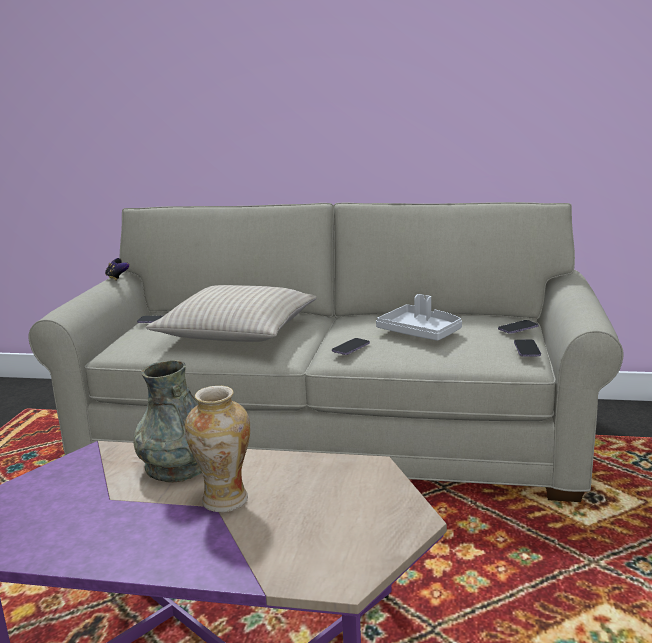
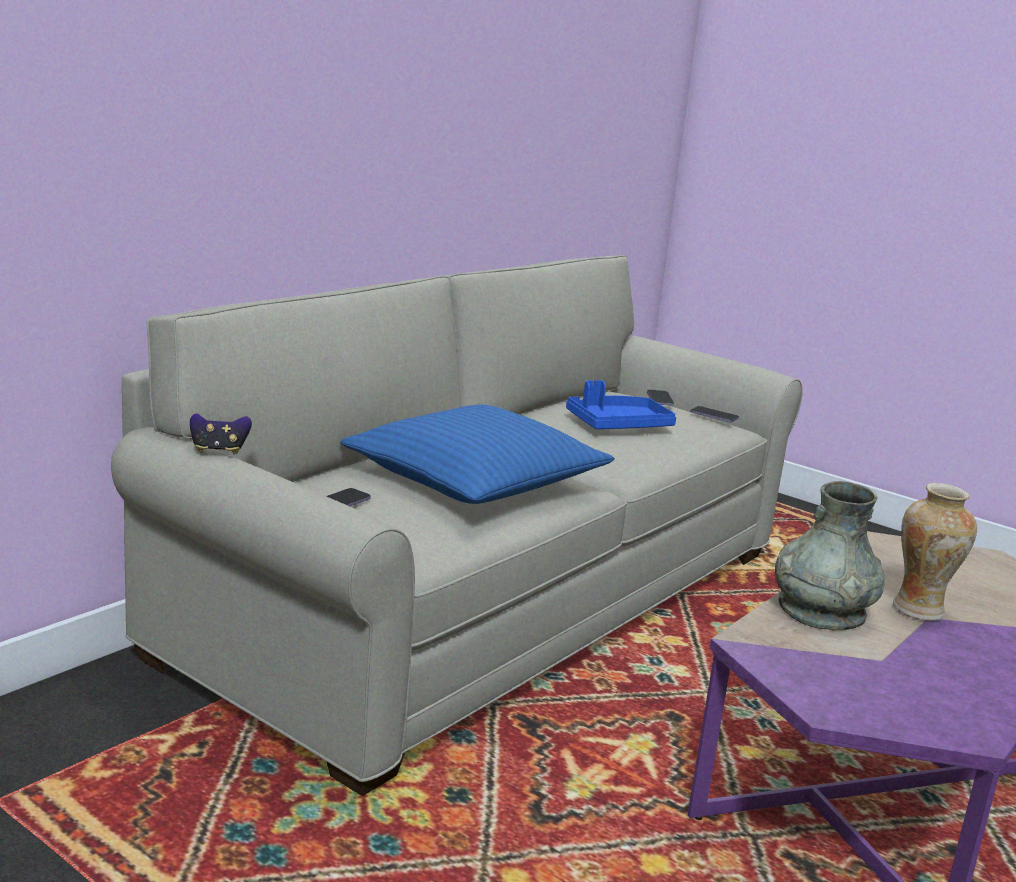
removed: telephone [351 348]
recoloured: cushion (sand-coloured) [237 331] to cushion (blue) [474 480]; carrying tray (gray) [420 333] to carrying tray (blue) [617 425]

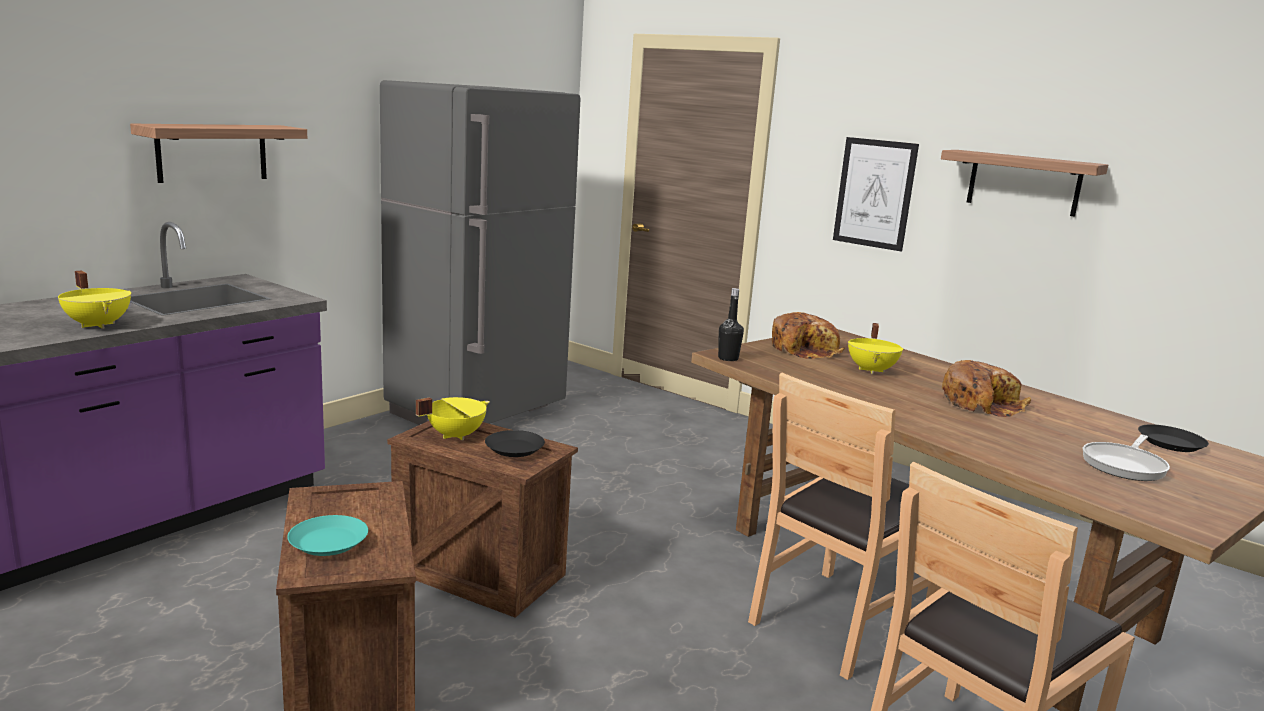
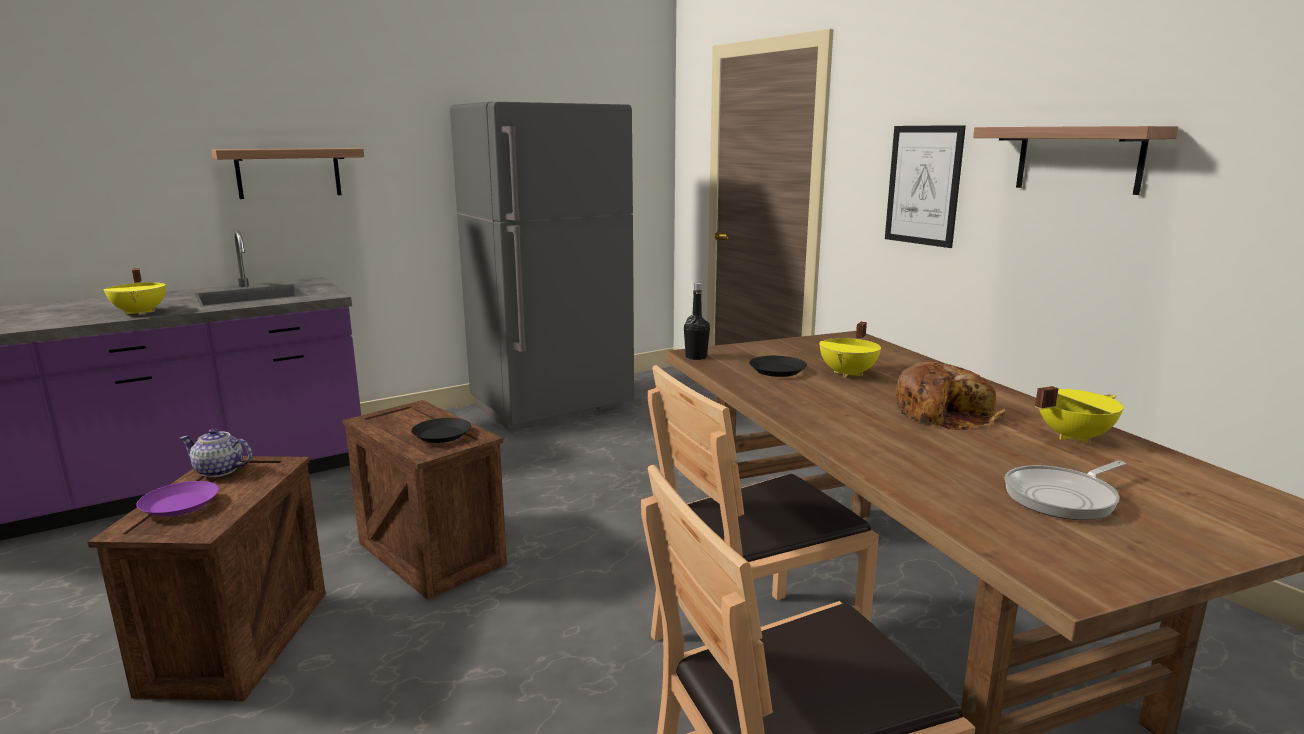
removed: baked bread [805 349]
added: teapot [219 471]
moved: stockpot (yellow) [455 435] to [1071 436]; flat dish (blackish) [1171 443] to [777 371]
recoloured: flat dish (turquoise-coloured) [328 542] to flat dish (purple) [179 505]

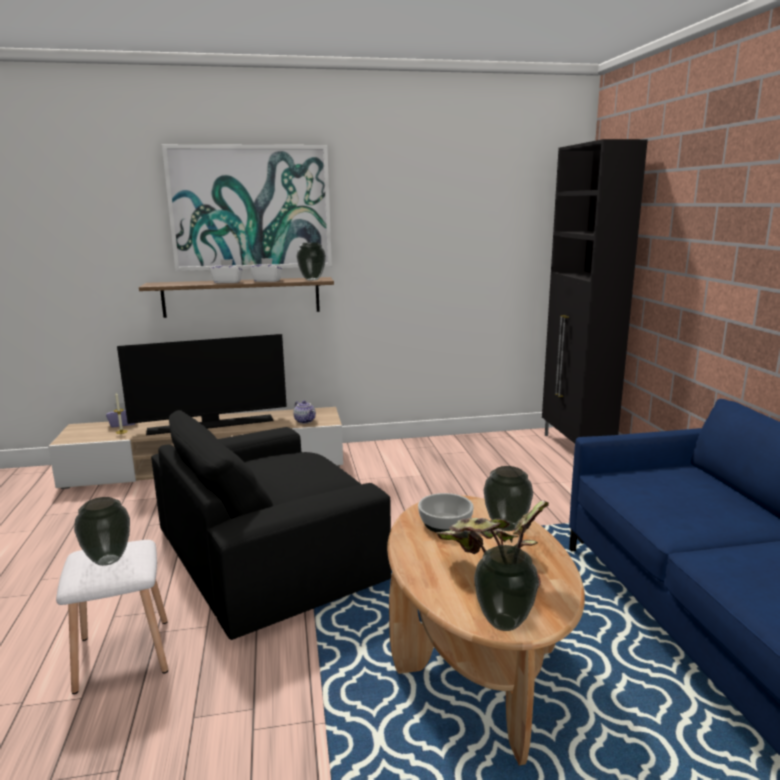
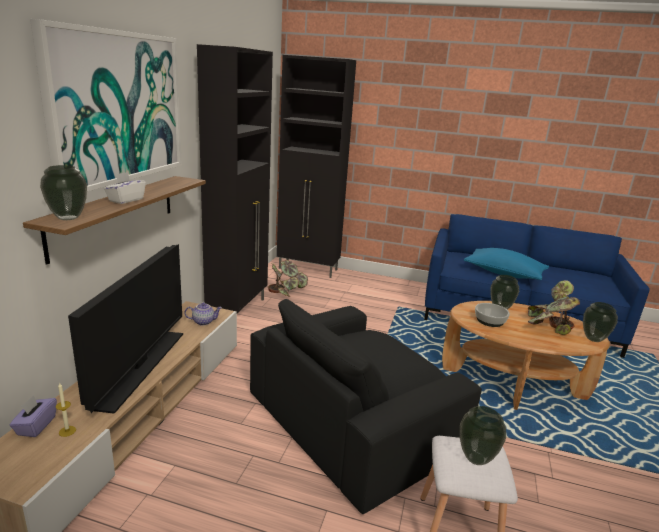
removed: tissue holder (white-coloured) [267 281]
added: cupboard (blackish) [238 310]; cushion (blue) [504 273]; plant in a pot [287 290]
moved: vase [311 279] to [68 218]
turned: armchair (blackish) [269 554] = [353 421] 60 degrees clockwise

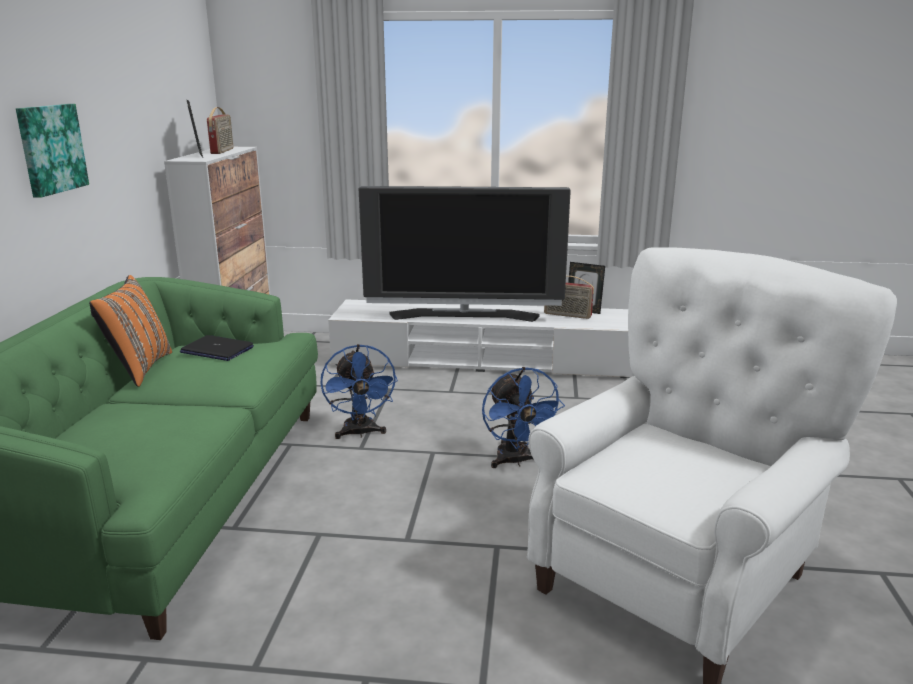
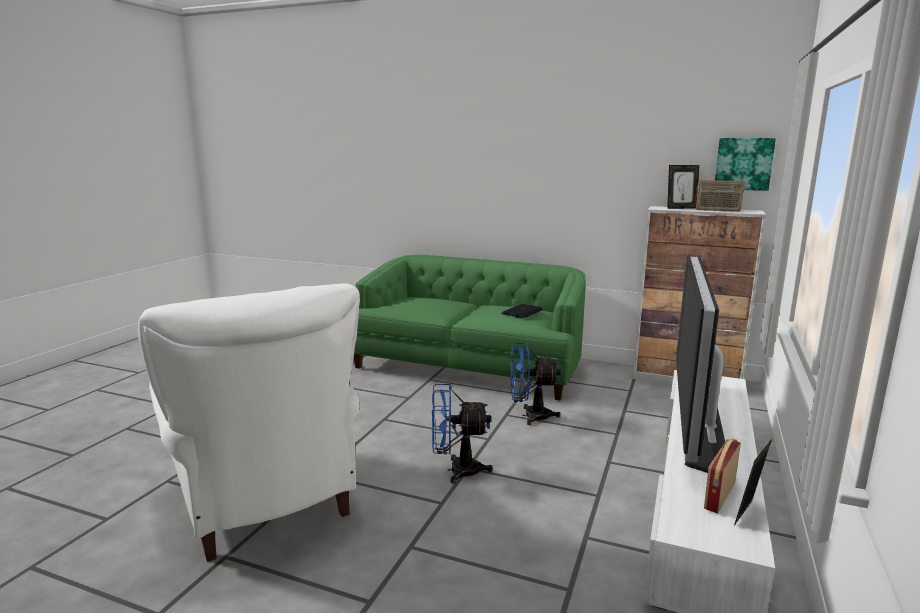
removed: cushion (orangey) [138 369]
moved: picture [50 149] to [743 164]

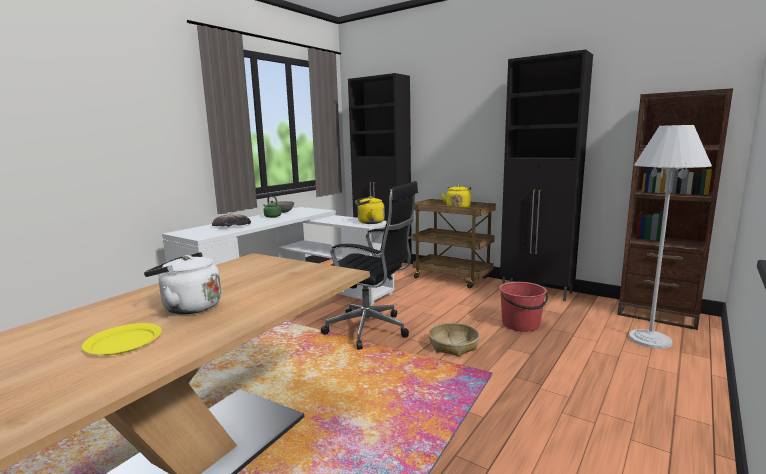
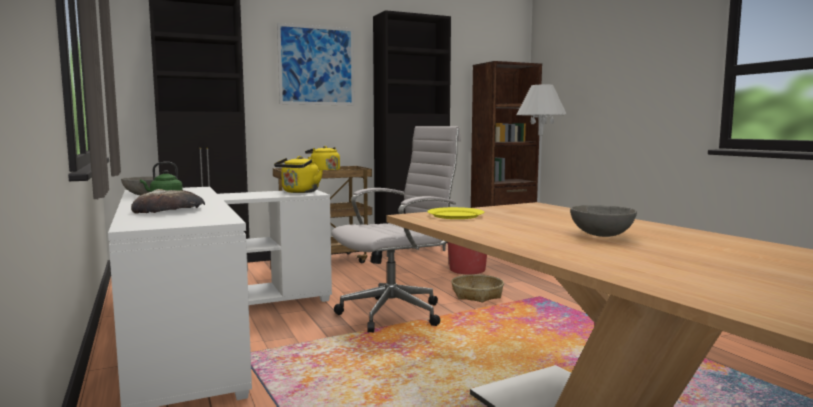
added: picture [316 65]
moved: flat dish (yellow) [123 342] to [455 215]
replaced: kettle (white-coloured) [189 307] to deep dish (gray) [600 235]
recoloured: desk chair (blackish) [371 330] to desk chair (white-coloured) [396 313]

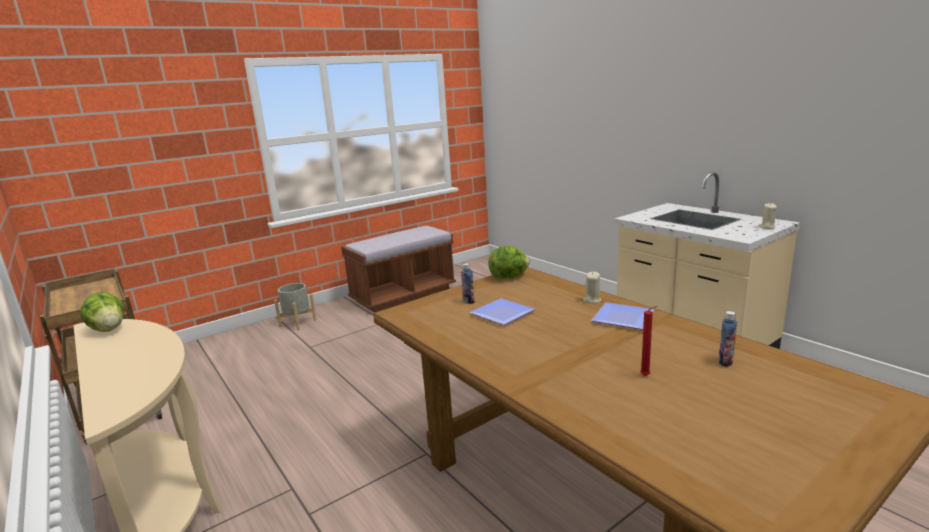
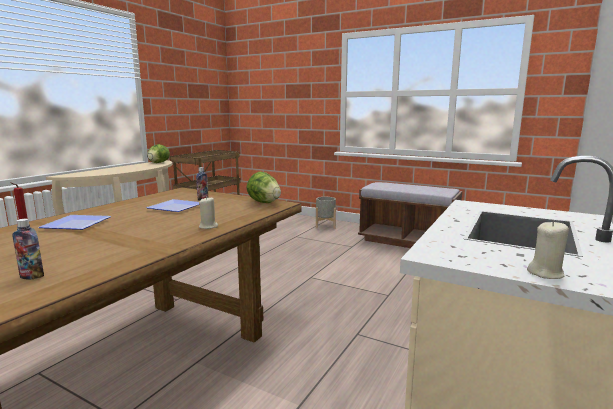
moved: flat dish [621 317] to [79 224]

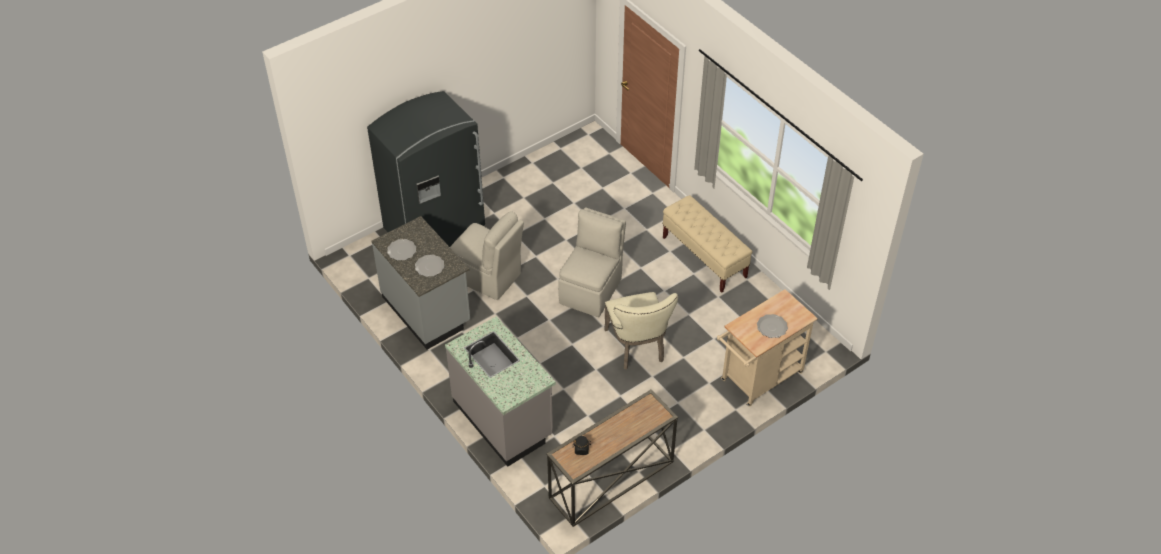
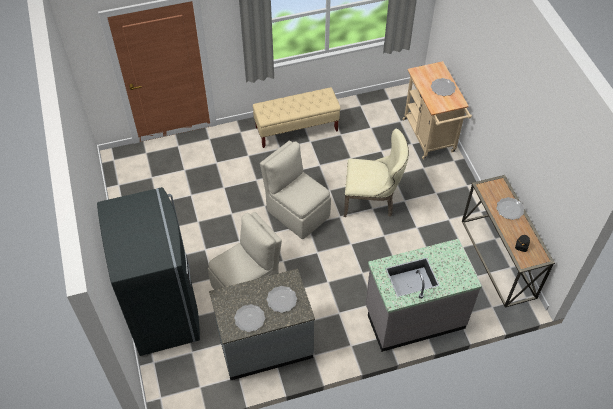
added: flat dish [509 209]

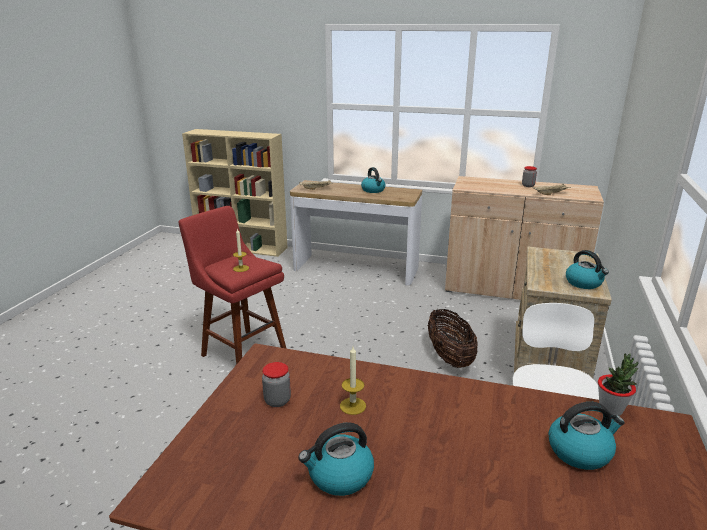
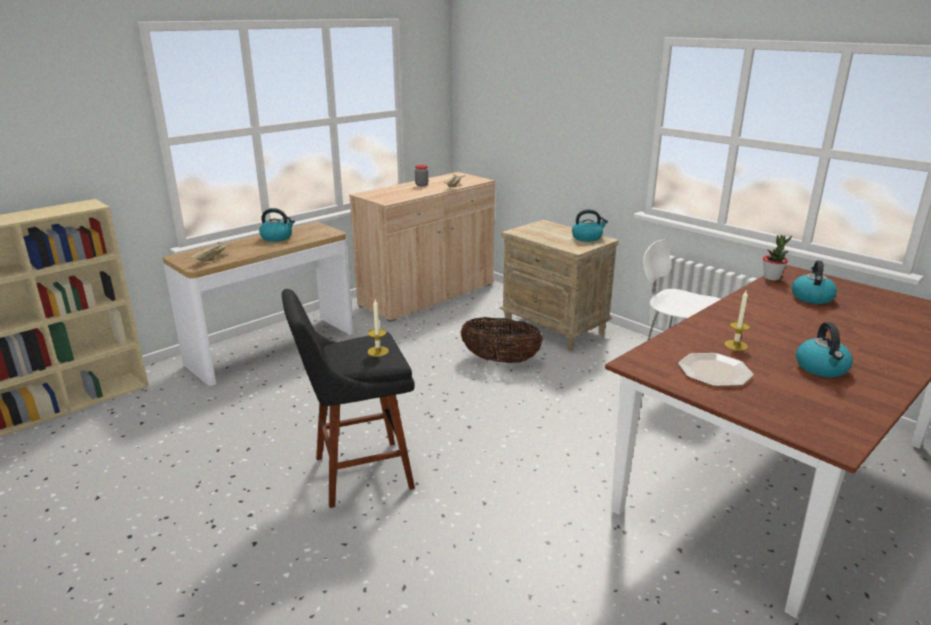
replaced: storage jar [277 401] to flat dish [715 371]
recoloured: stool (reddish) [241 351] to stool (blackish) [357 474]

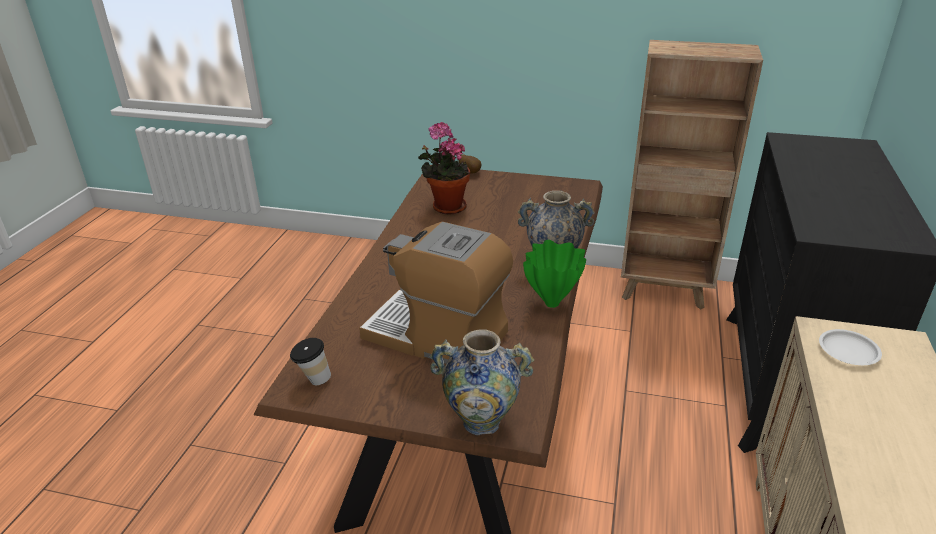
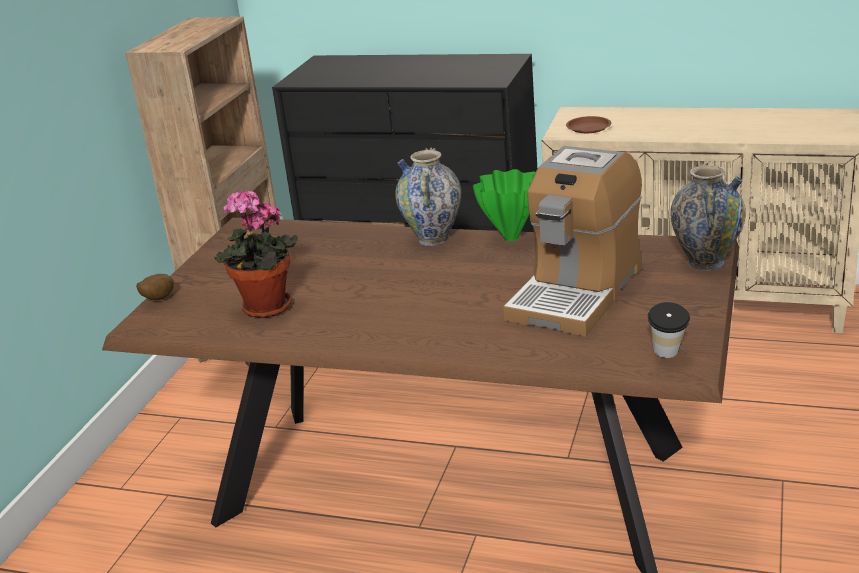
recoloured: flat dish (white-coloured) [848 351] to flat dish (brownish) [589 128]

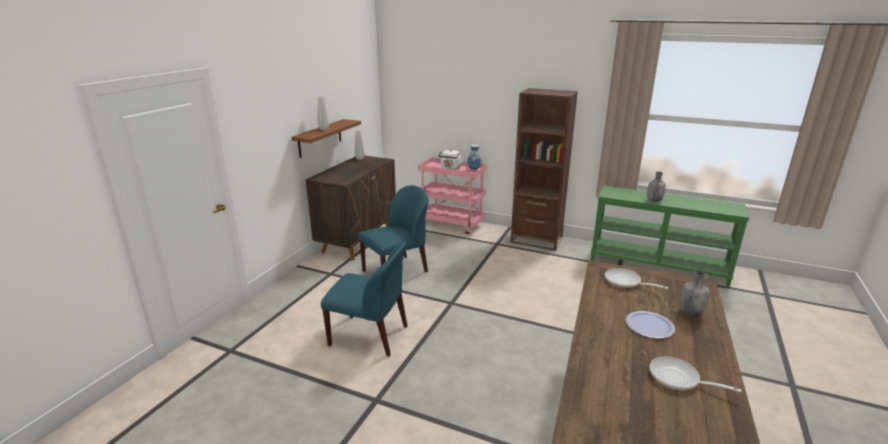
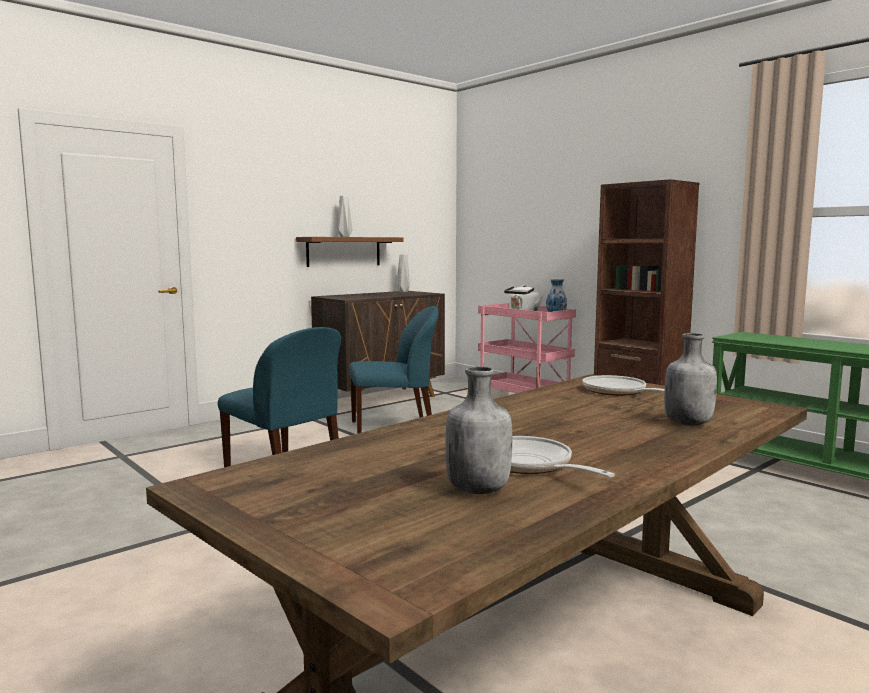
removed: flat dish [649 326]
moved: beverage bottle (gray) [654 200] to [478 489]

